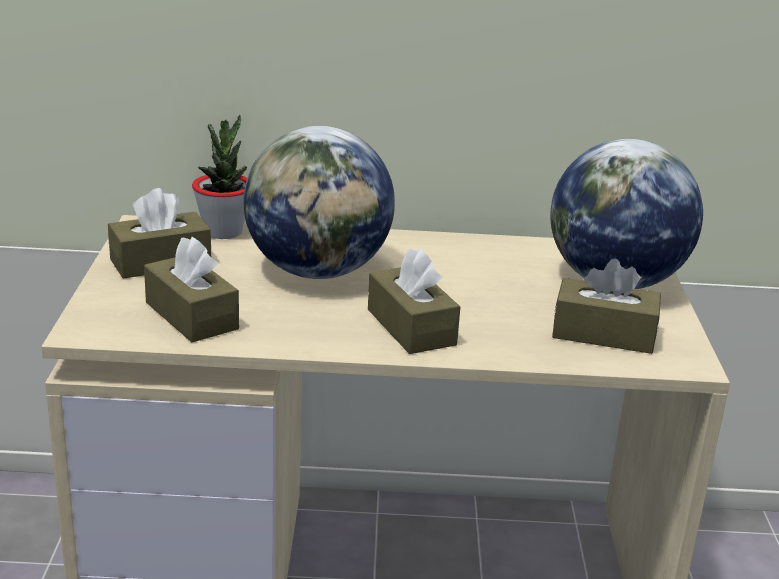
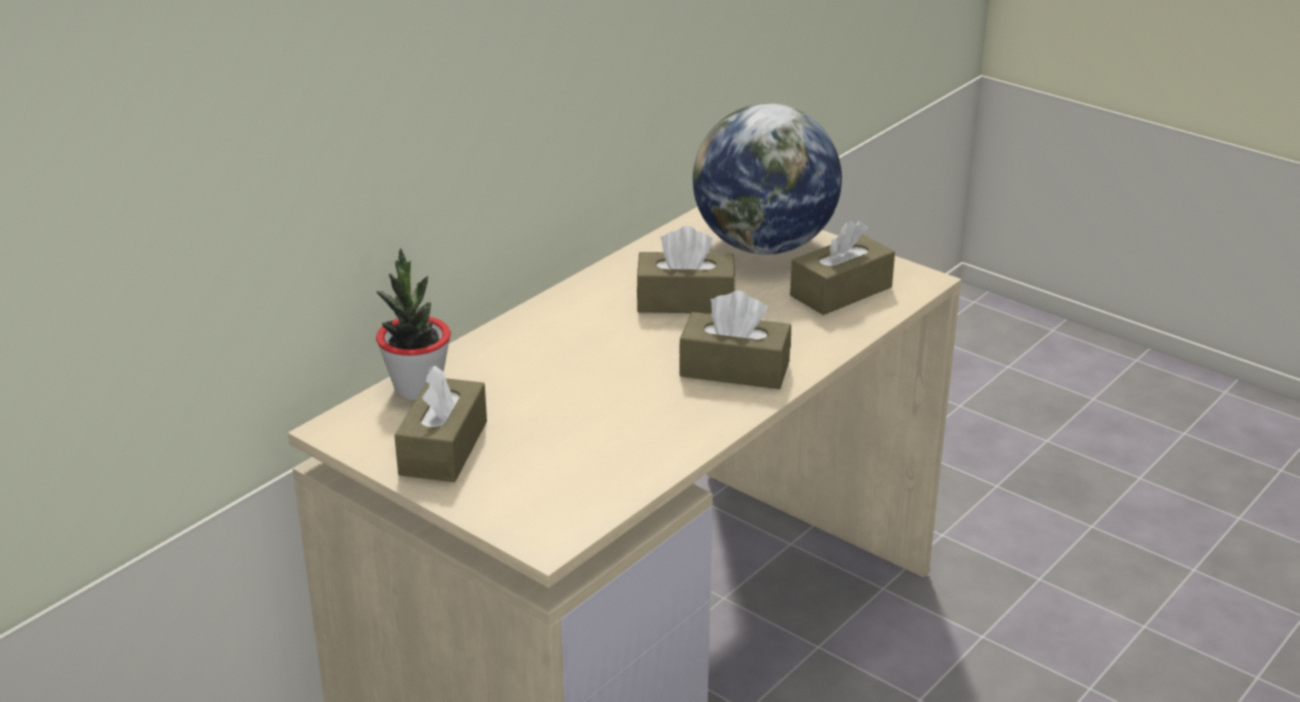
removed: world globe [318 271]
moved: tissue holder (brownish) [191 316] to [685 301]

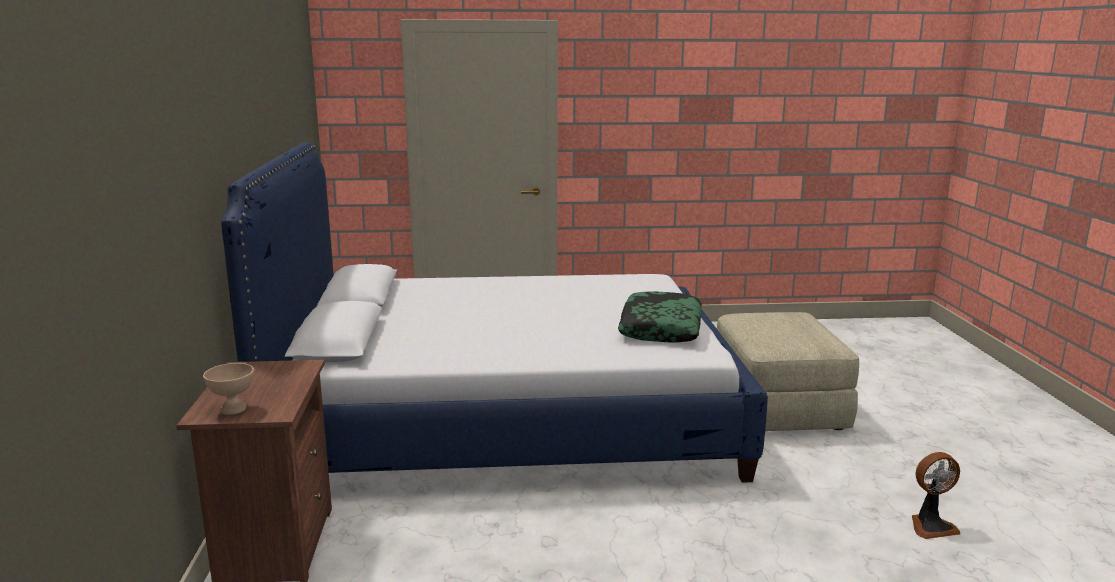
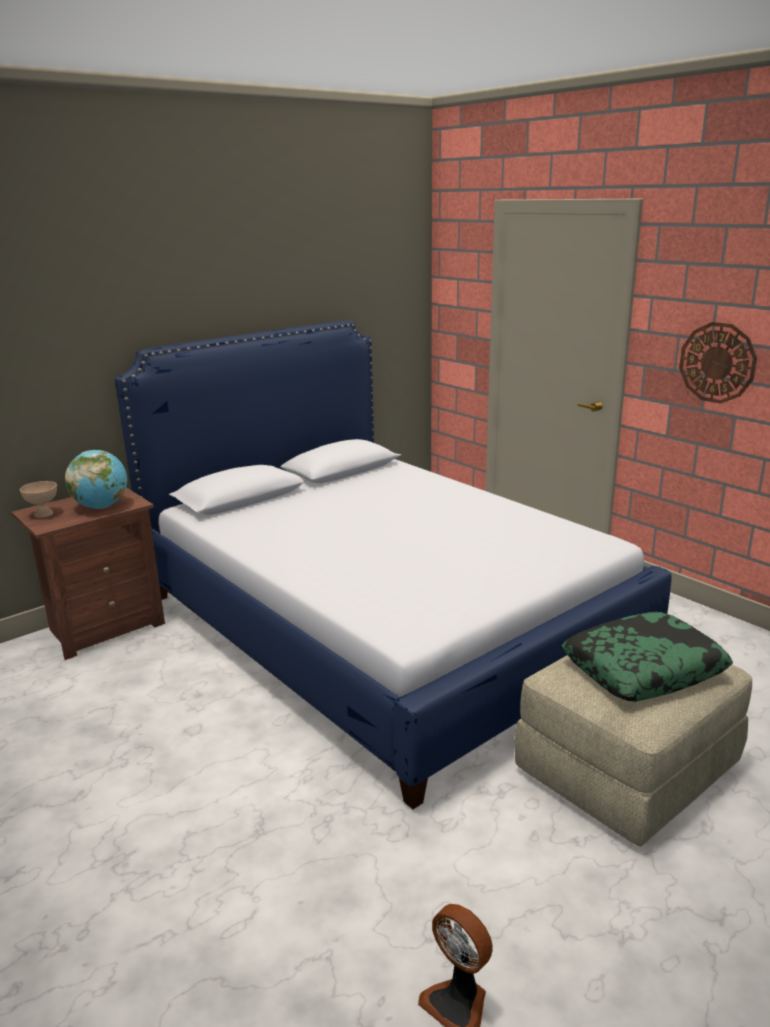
added: wall clock [717 362]; world globe [101 506]
moved: cushion [660 328] to [643 668]

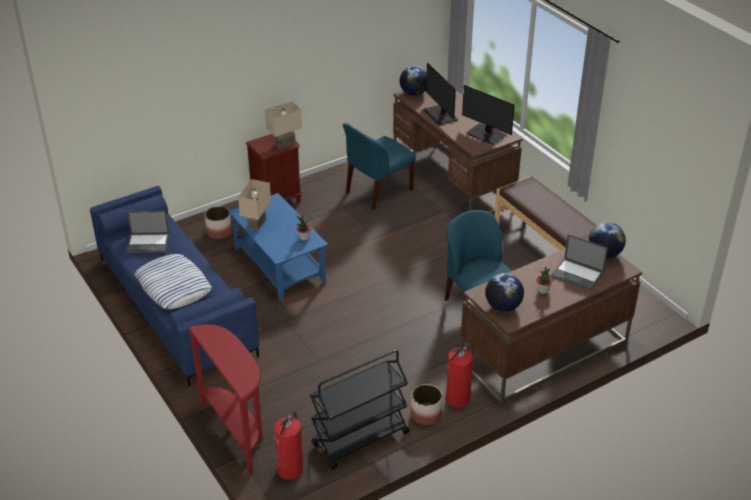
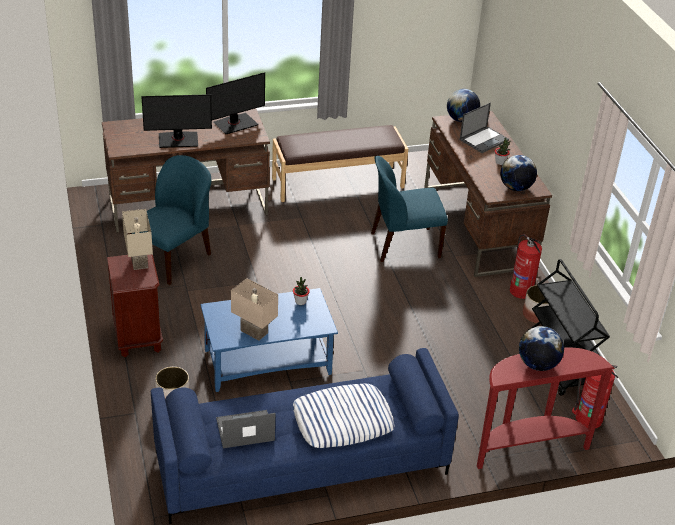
moved: world globe [413 93] to [537 364]
turned: plain chair (blue) [378 191] = [173 259] 120 degrees counterclockwise; notebook computer [148 243] = [244 430] 120 degrees counterclockwise

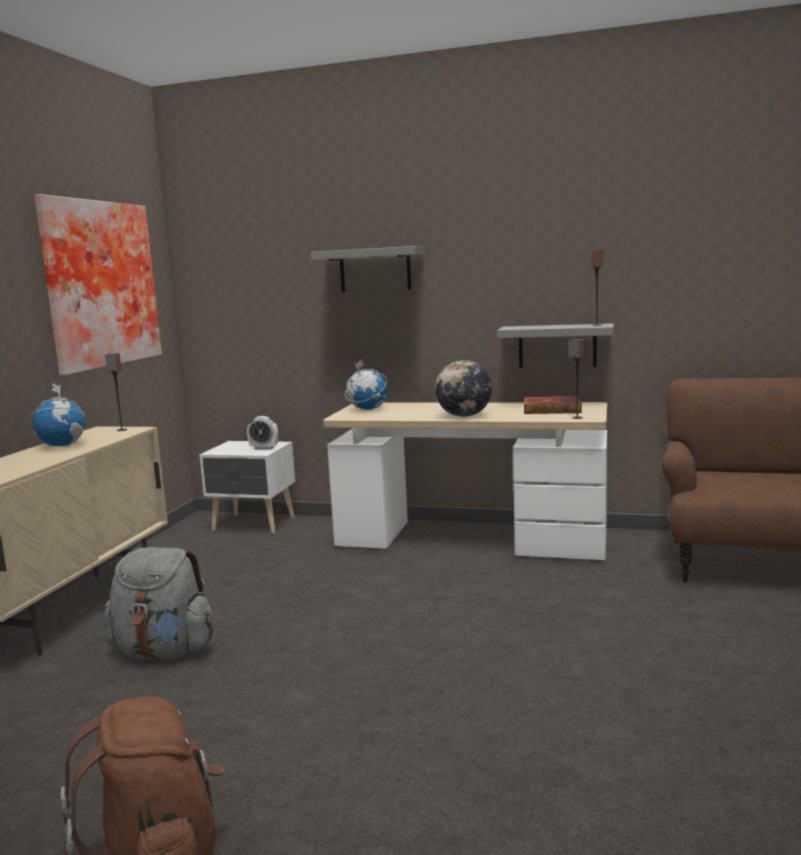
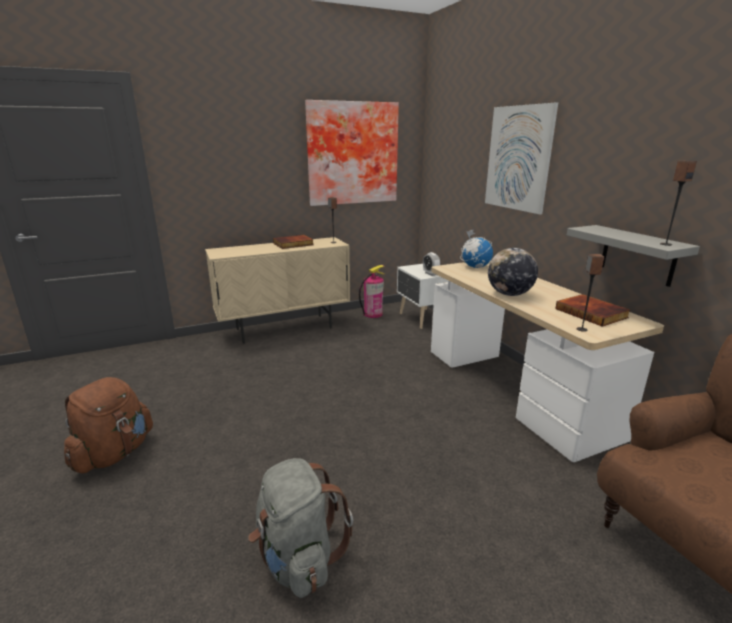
added: fire extinguisher [373 314]
moved: knapsack (gray) [164 651] to [298 559]
replaced: wall shelf (gray) [375 270] to picture [518 158]; world globe [63 445] to book [293 244]

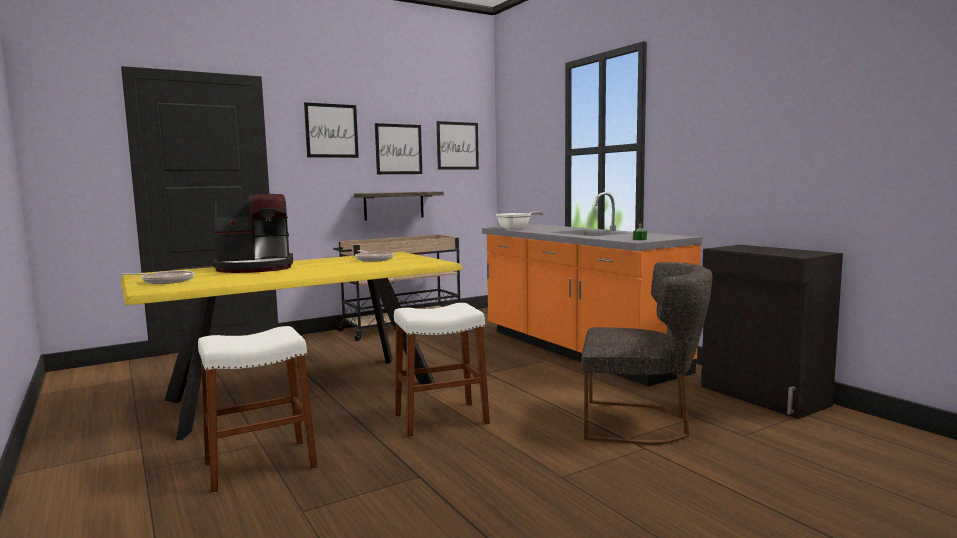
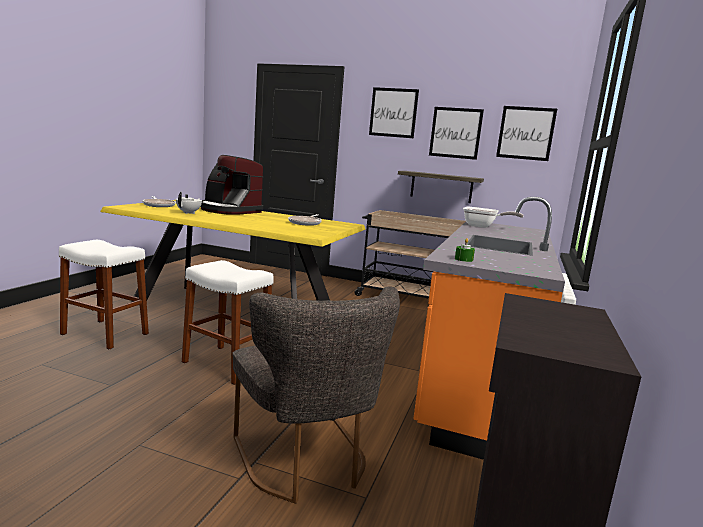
added: teapot (white-coloured) [189 213]

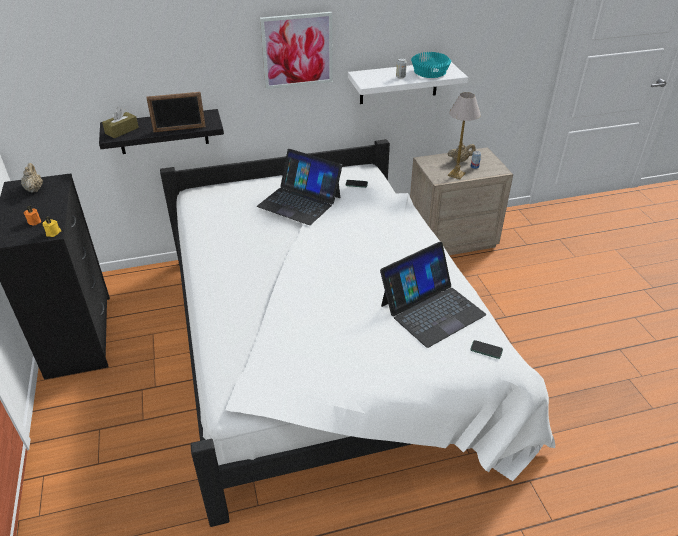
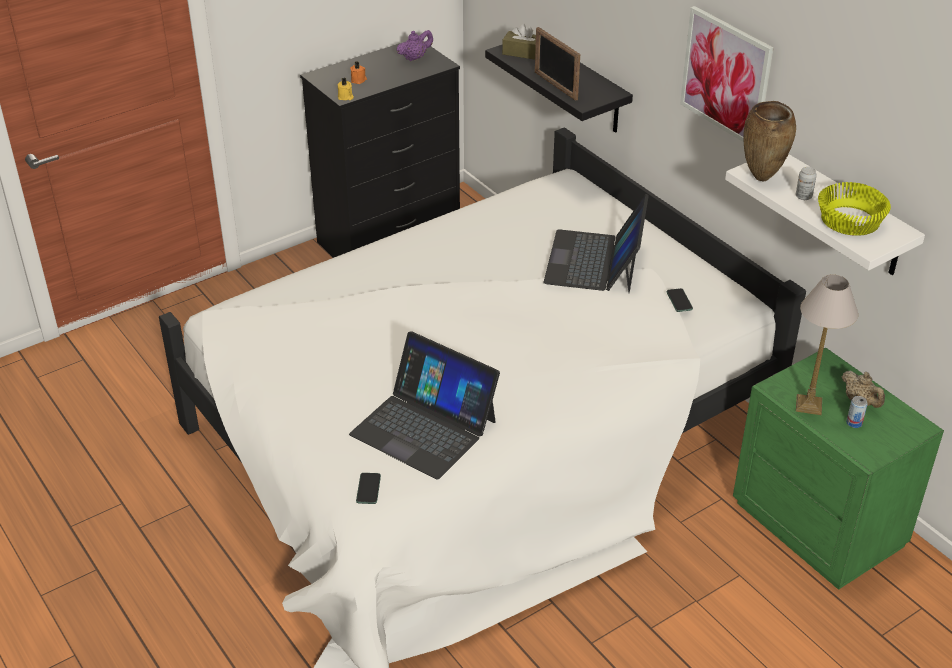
added: vase (brownish) [762 178]
recoloured: deep dish (turquoise-coloured) [430 72] to deep dish (yellow) [851 221]; bedside table (sand-coloured) [451 238] to bedside table (green-coloured) [820 524]; teapot (sand-coloured) [34 189] to teapot (purple) [415 58]

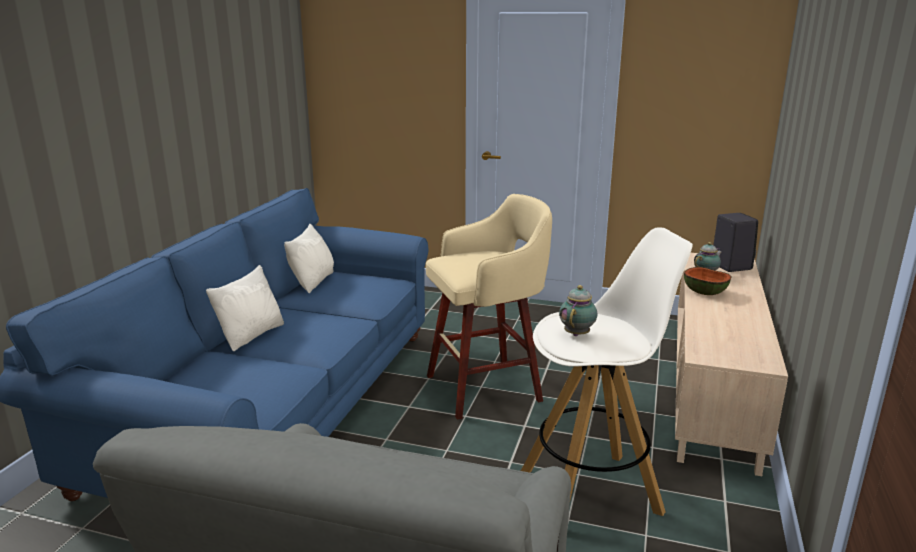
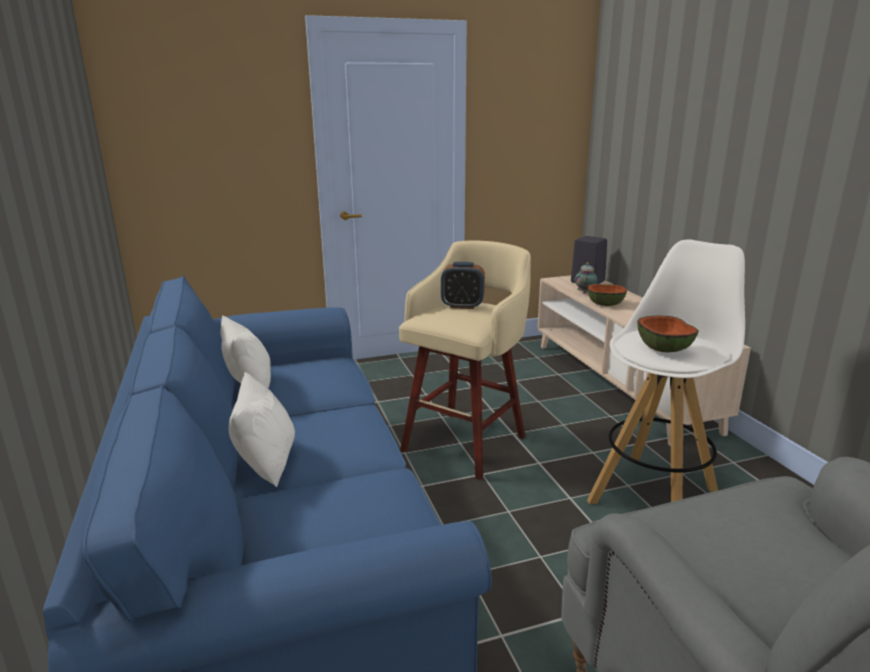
added: alarm clock [462 306]
replaced: teapot [577 333] to deep dish [664 348]

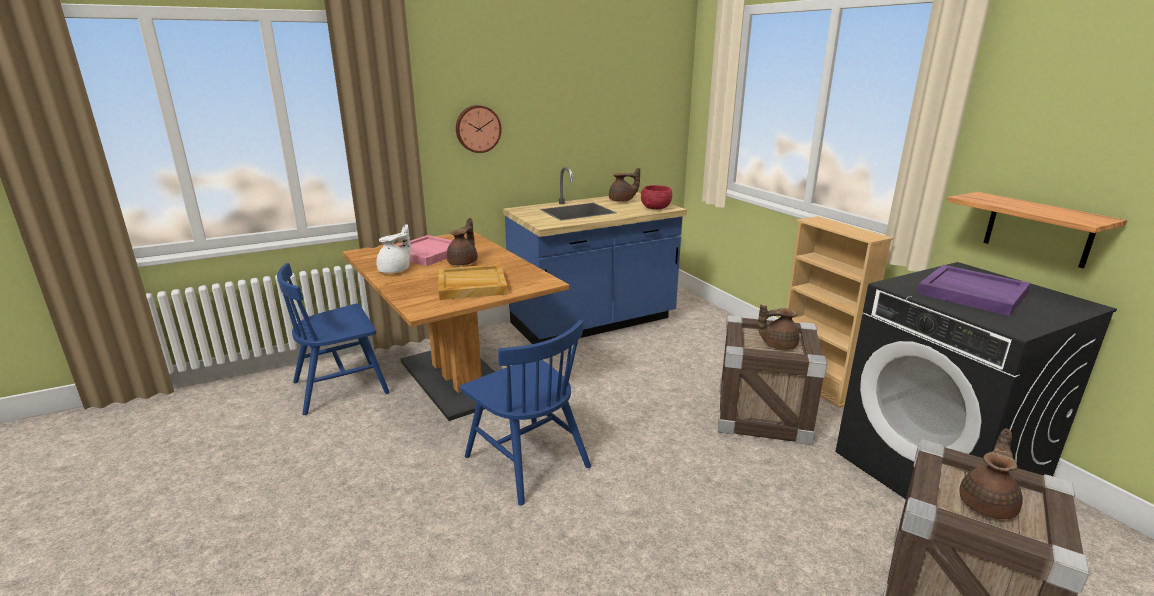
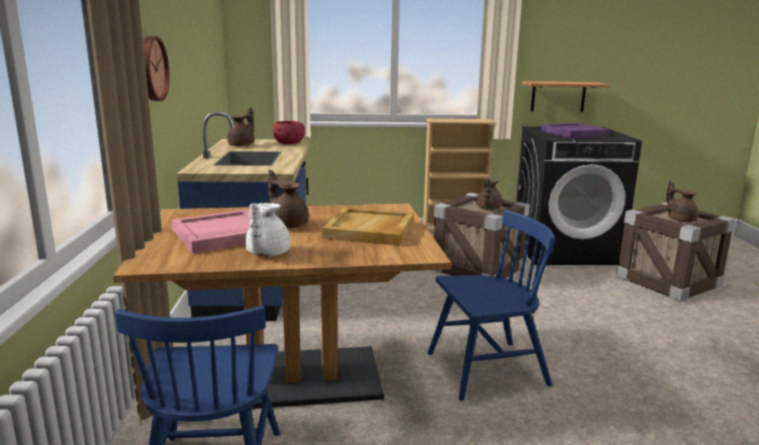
turned: teapot (white-coloured) [396 270] = [266 253] 135 degrees counterclockwise

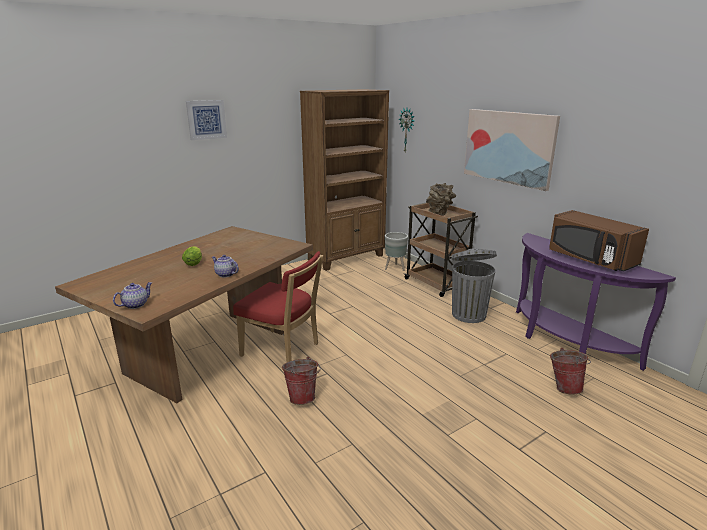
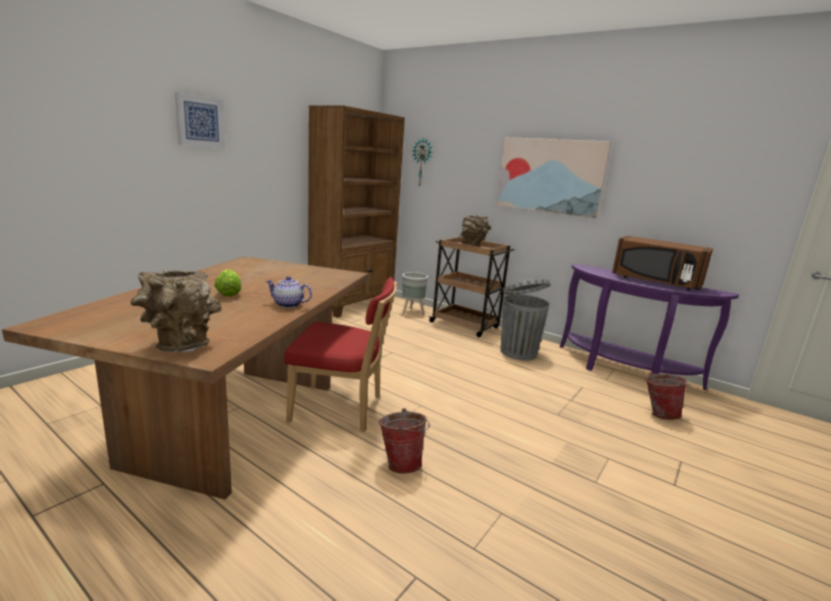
replaced: teapot [135 305] to vase (brownish) [179 346]

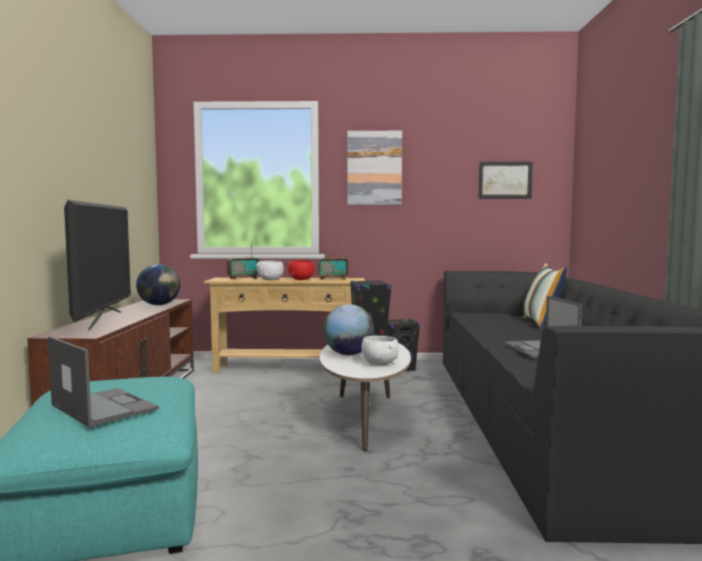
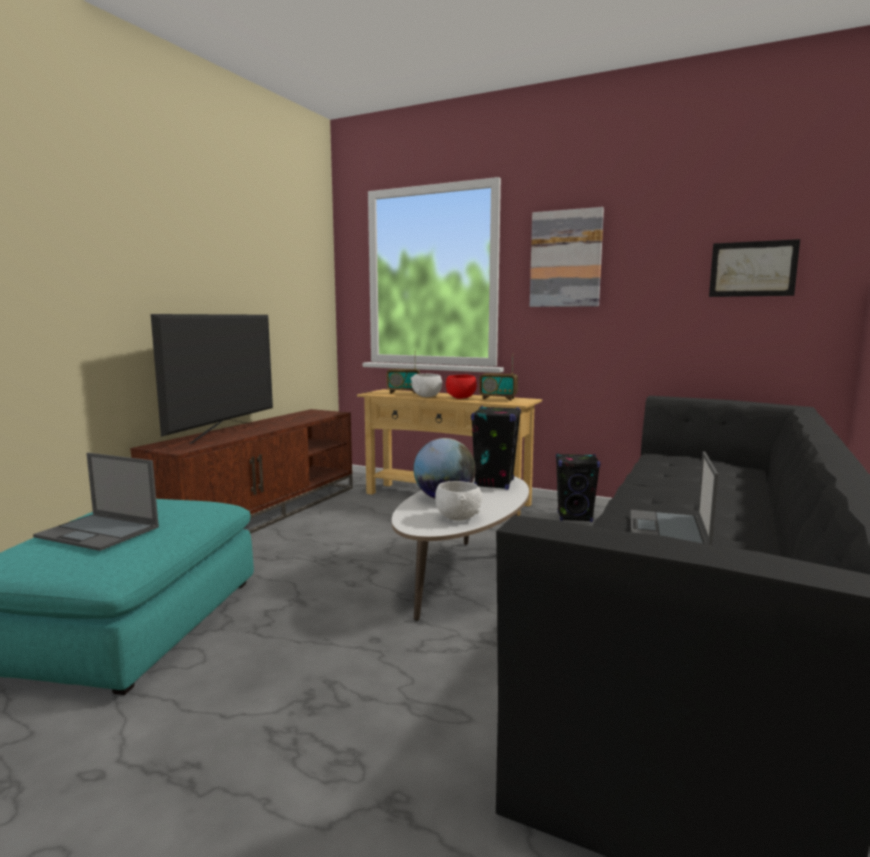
removed: cushion [542 323]; world globe [159 305]
turned: notebook computer [103 407] = [99 532] 135 degrees clockwise

